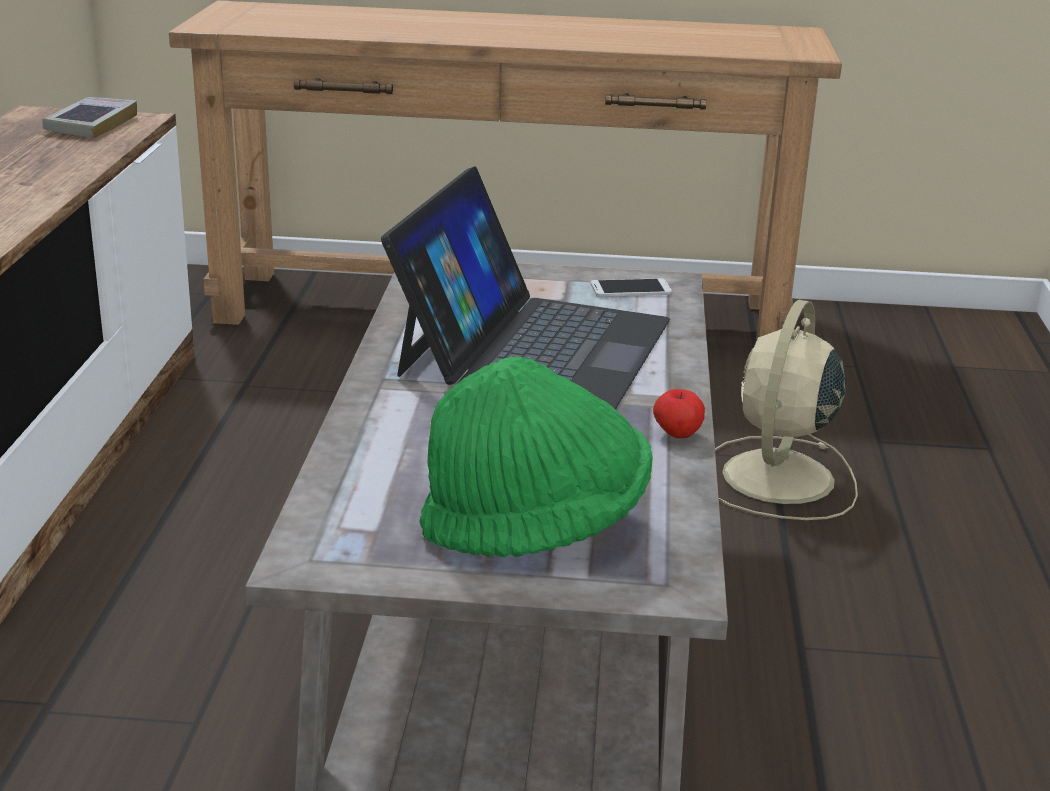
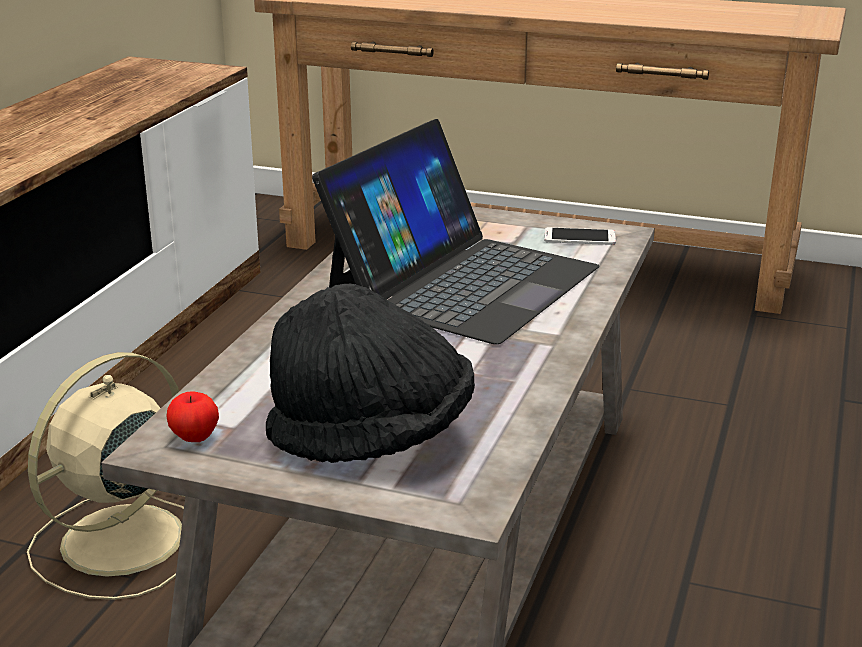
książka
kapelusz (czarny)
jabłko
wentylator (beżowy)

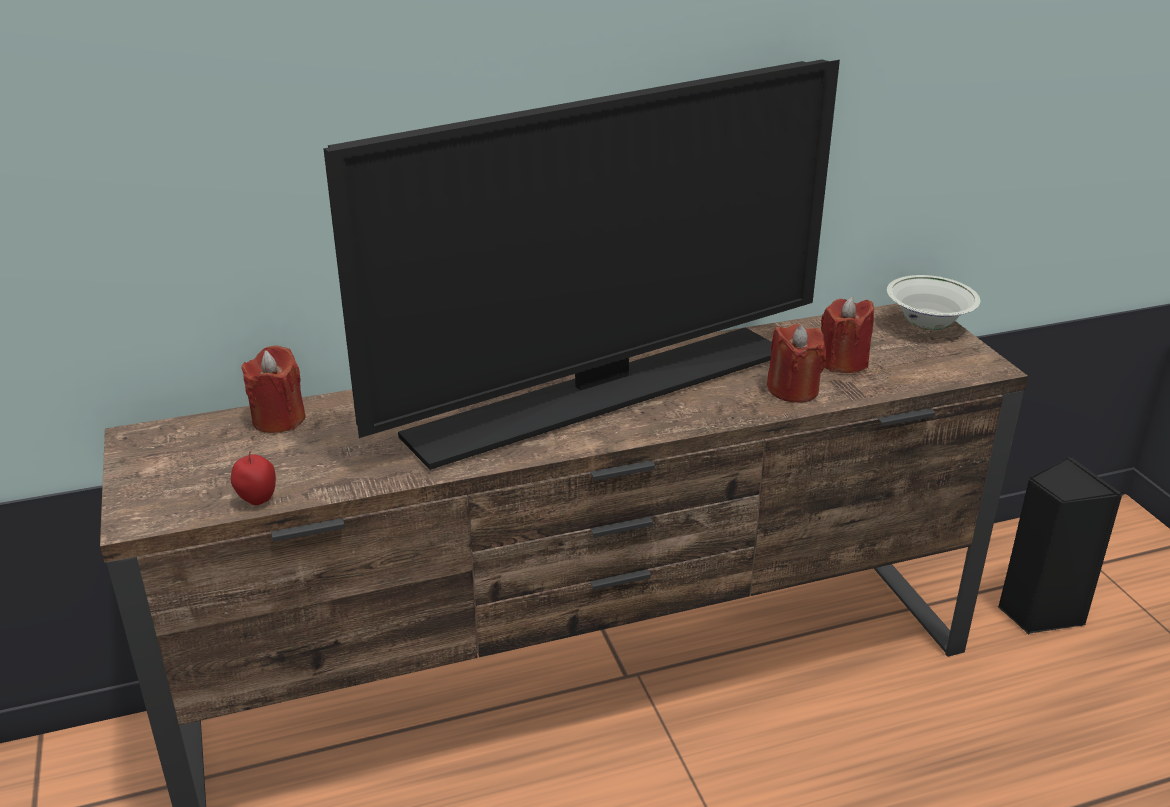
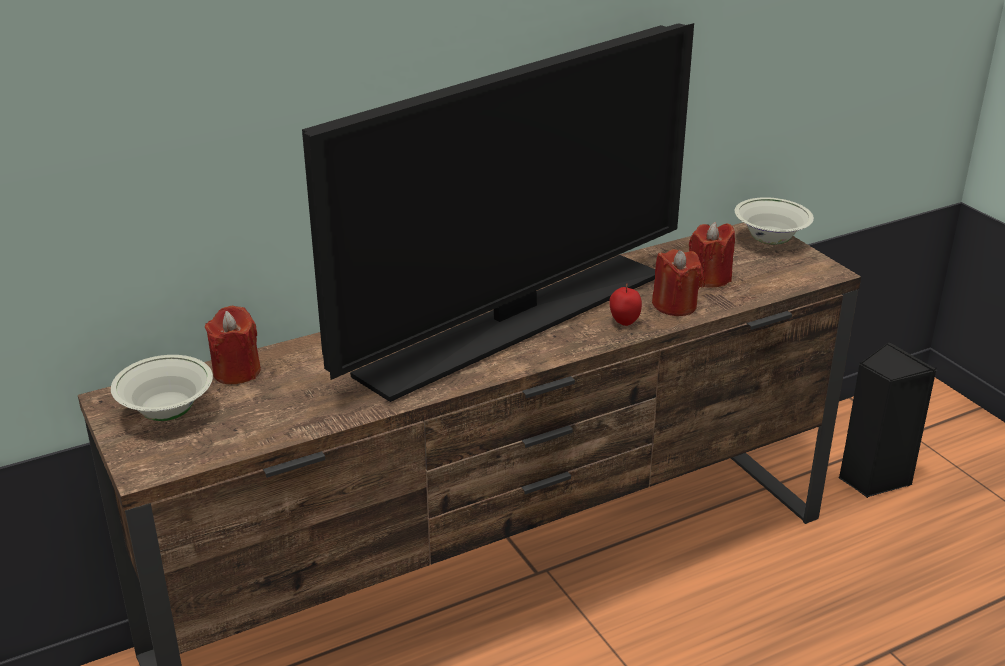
jabłko
miska (biały) (1st from left)

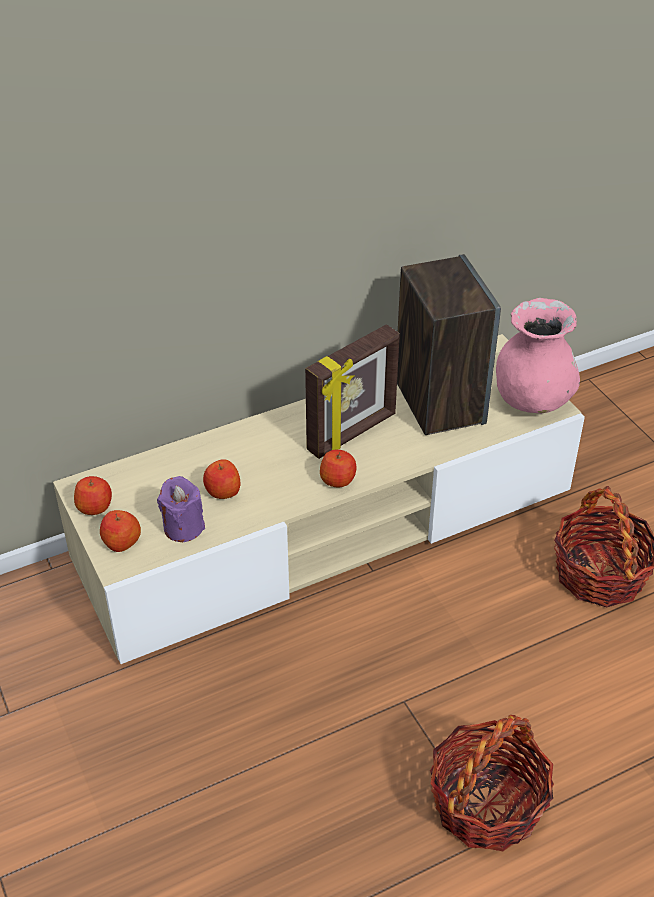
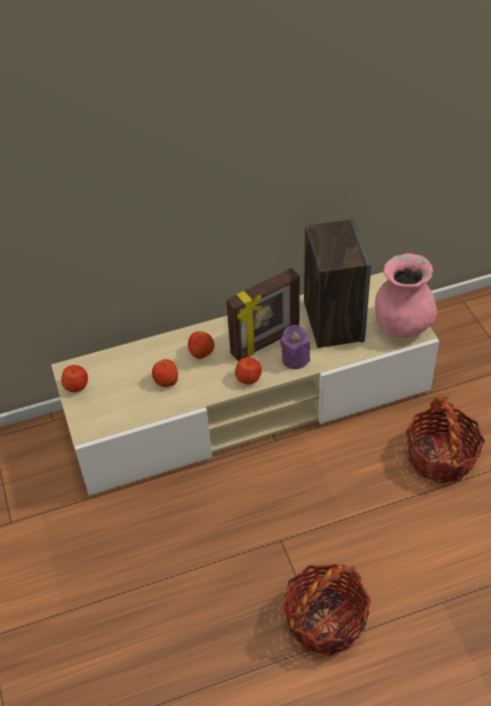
jabłko (3rd from left)
świeca (fioletowy)

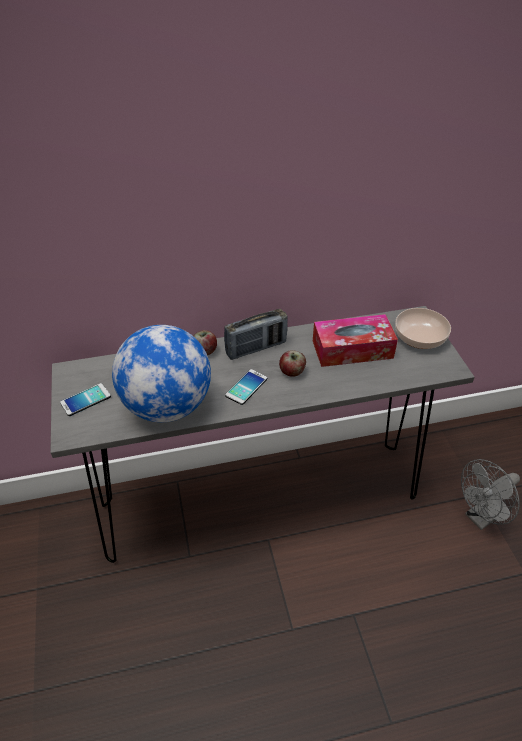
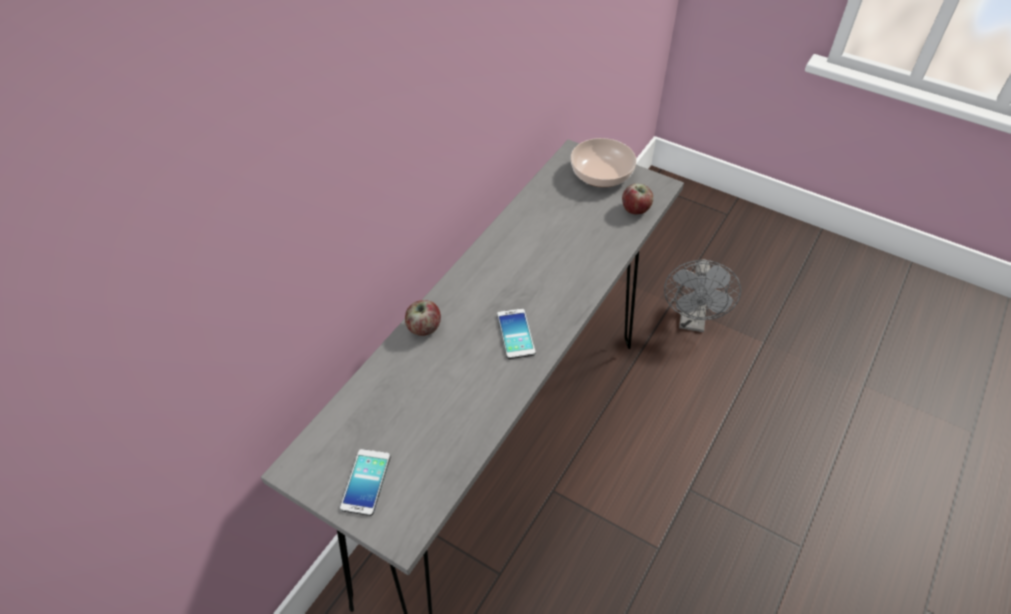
globus
radio
jabłko (2nd from left)
pudełko chusteczek

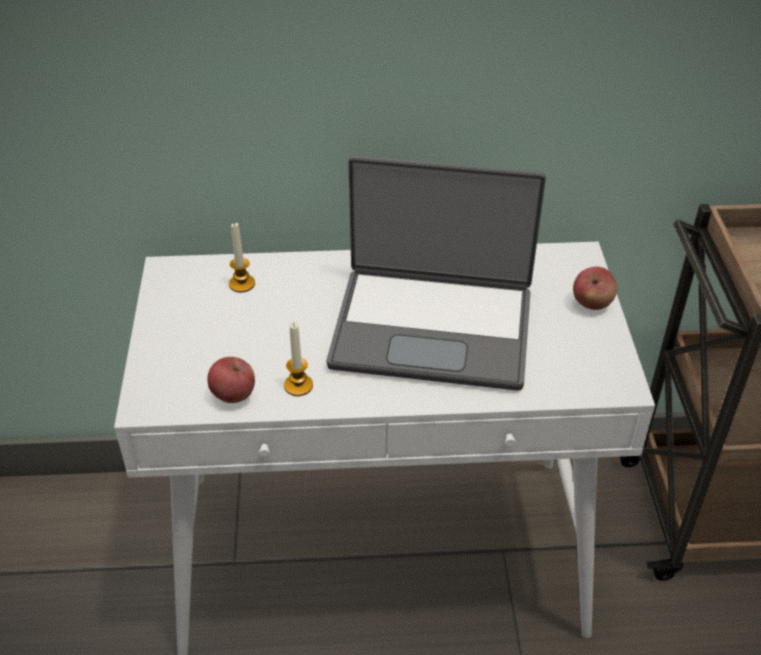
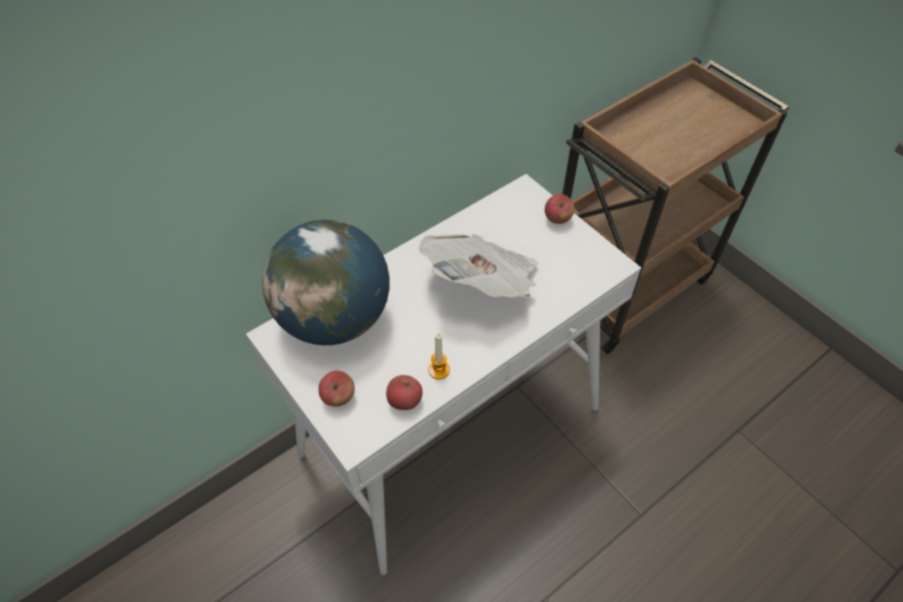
globus
gazeta
jabłko (1st from left)

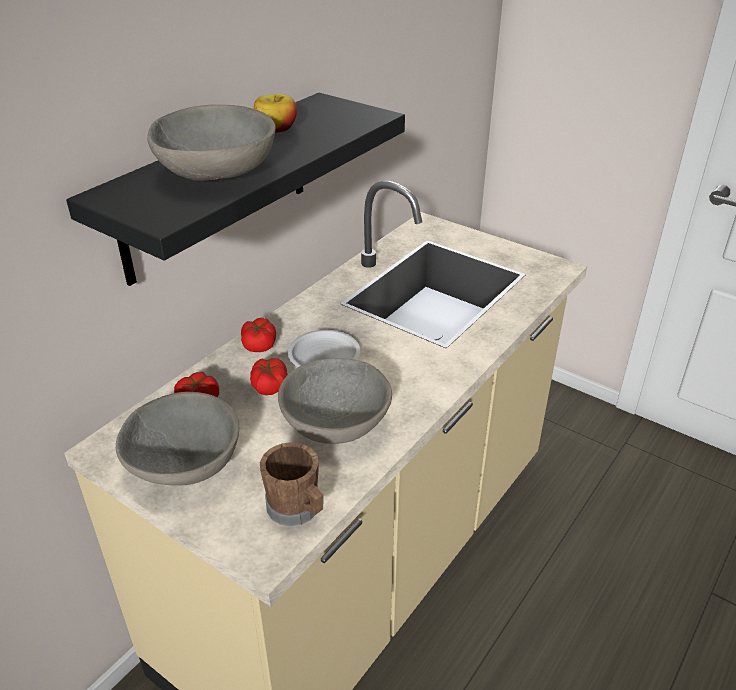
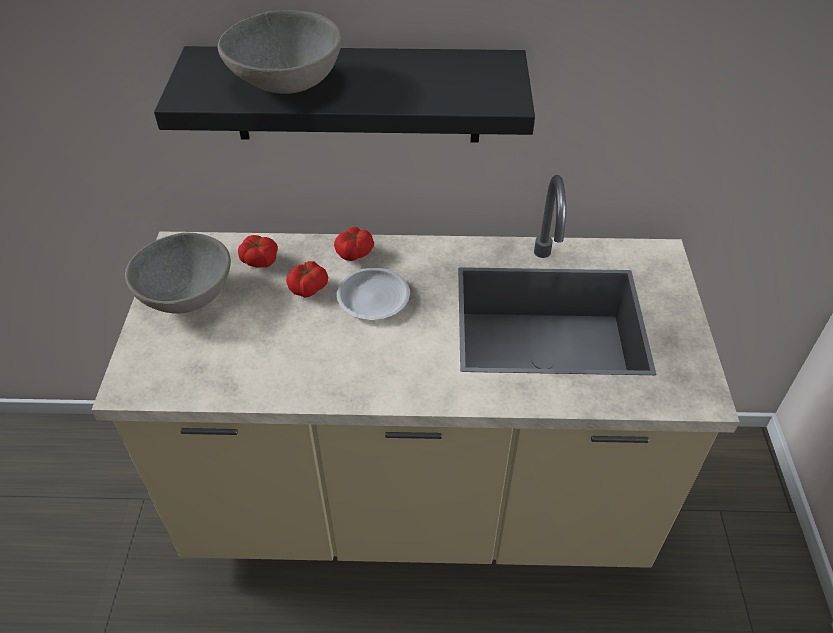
jabłko
kubek (brązowy)
miska (szary) (3rd from left in the first image)

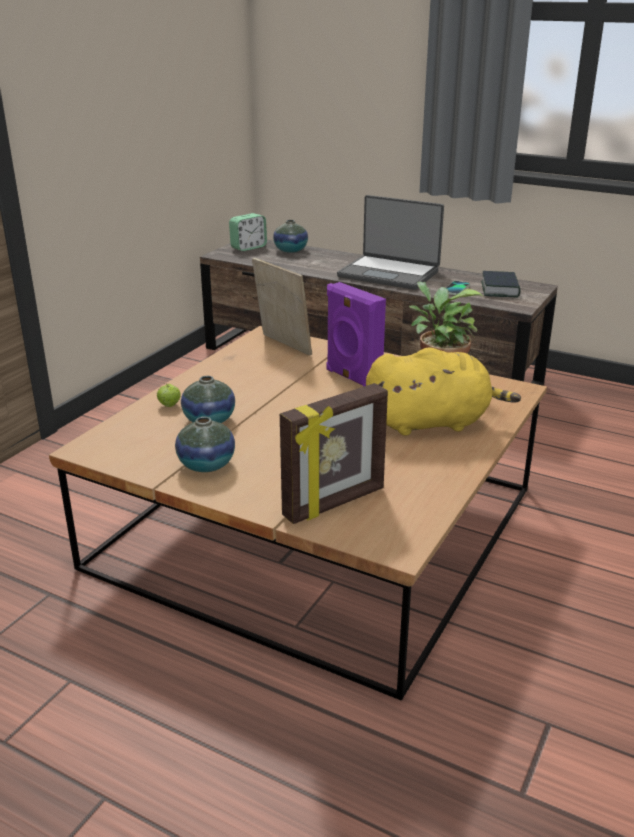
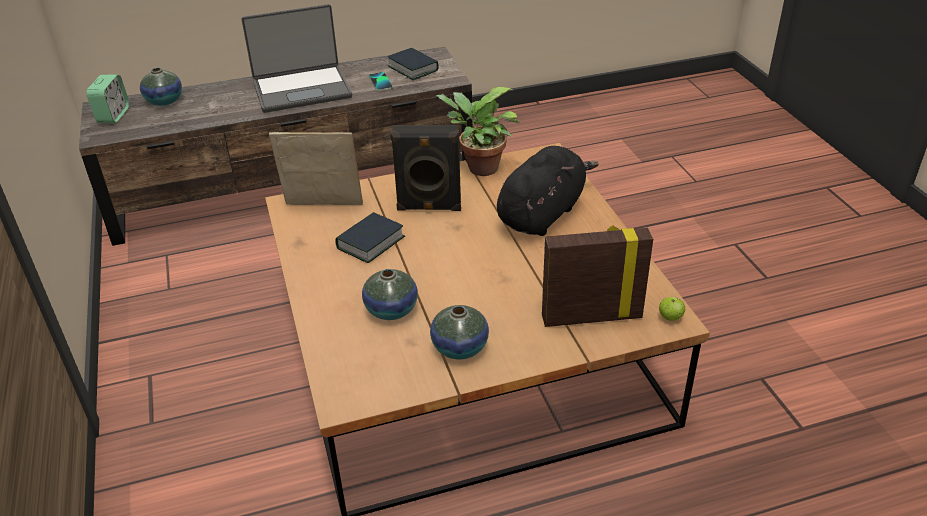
jabłko
ramka na zdjęcie (2nd from left)
głośnik (czarny)
pluszak (czarny)
książka (1st from left)

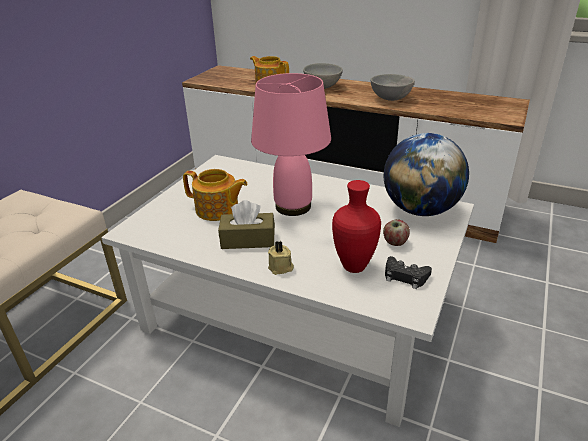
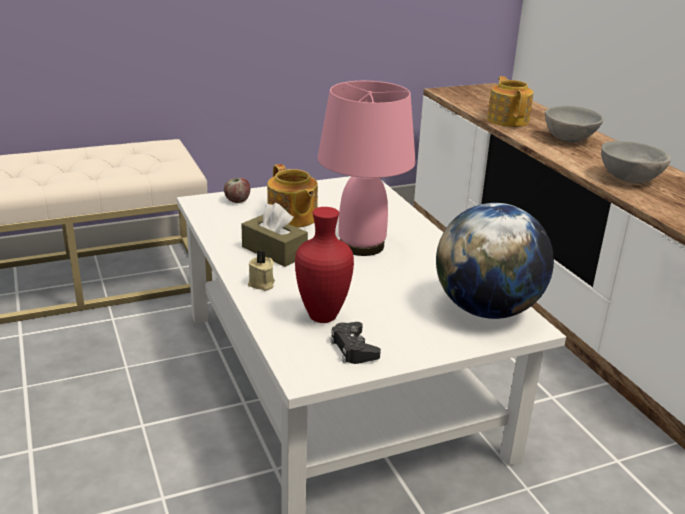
jabłko

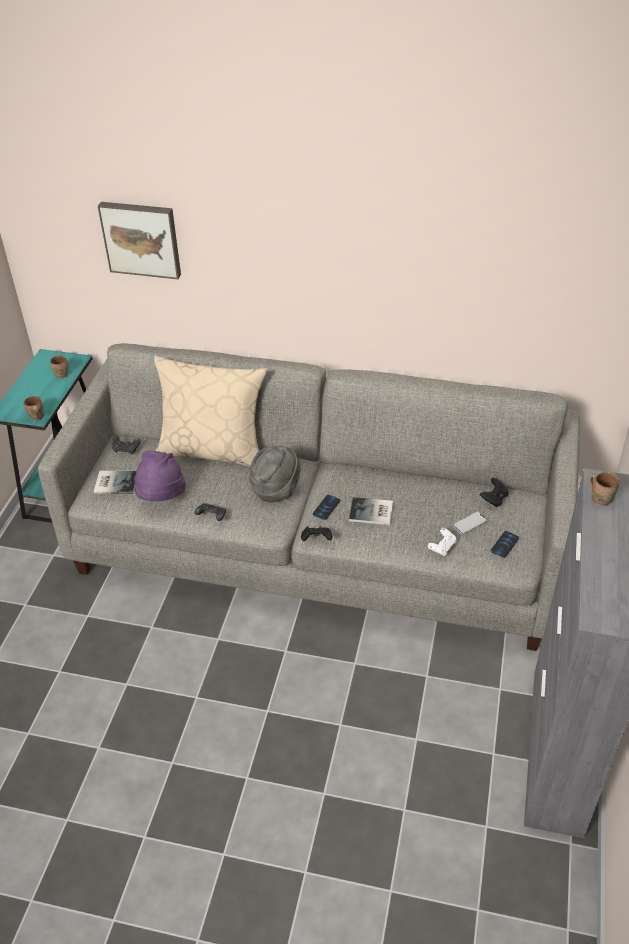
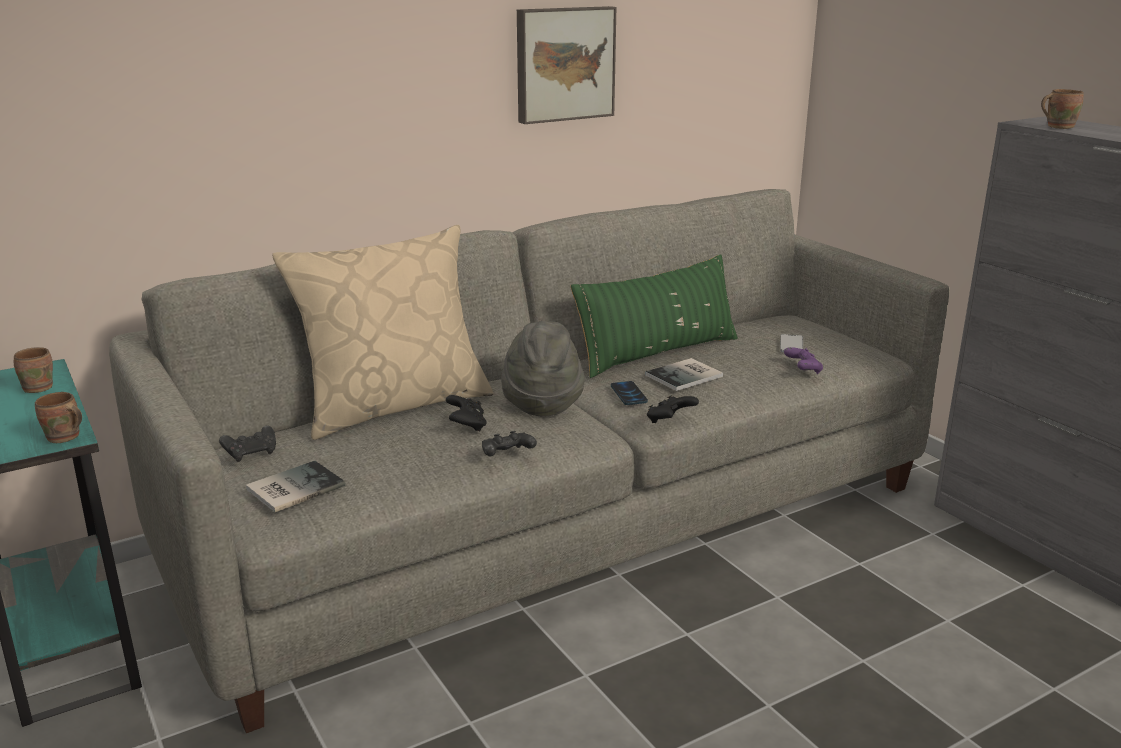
obraz
kapelusz (fioletowy)
pad do gier (fioletowy)
pad do gier (czarny) (2nd from left)
telefon (3rd from left in the first image)
poduszka (zielony)

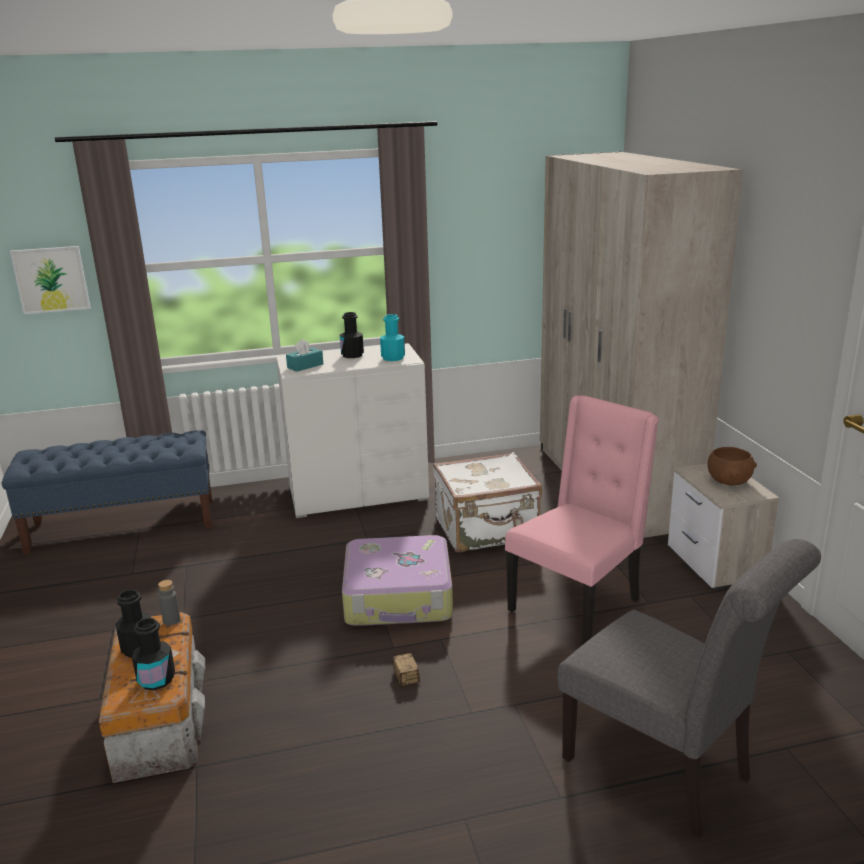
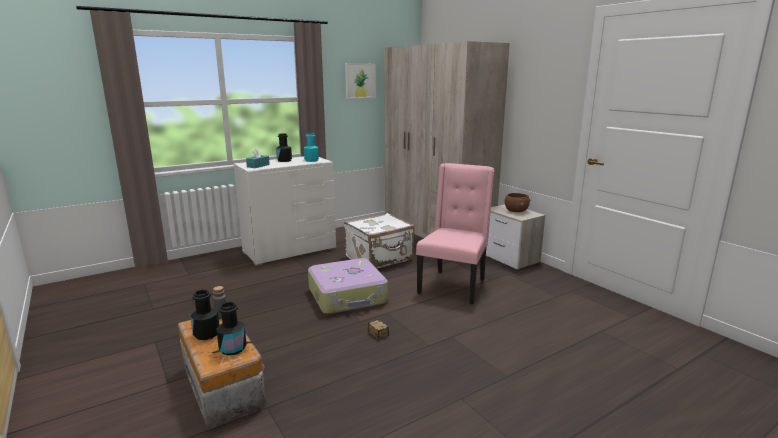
ławka (niebieski)
obraz
krzesło (szary)

